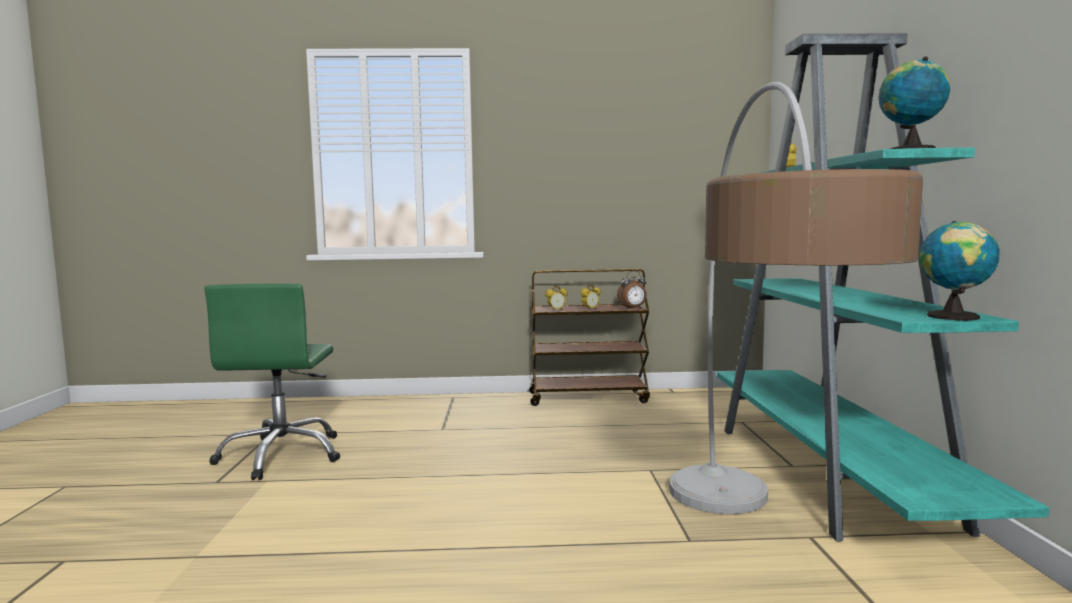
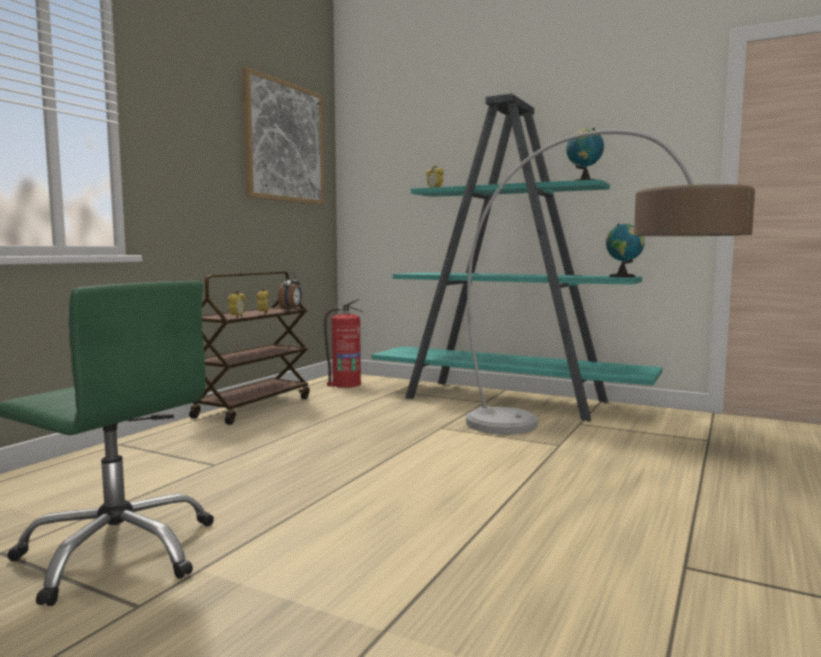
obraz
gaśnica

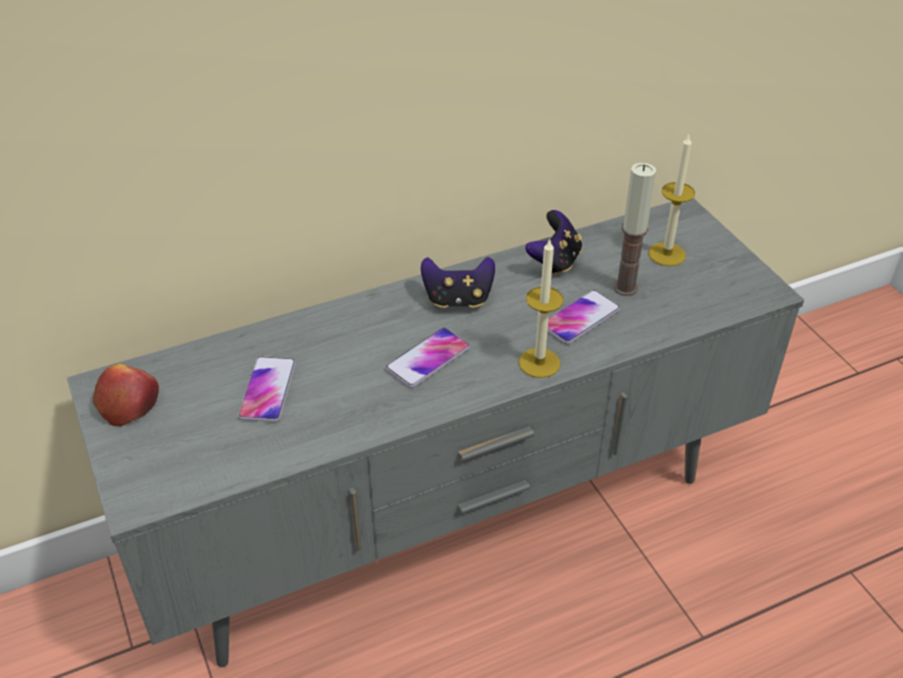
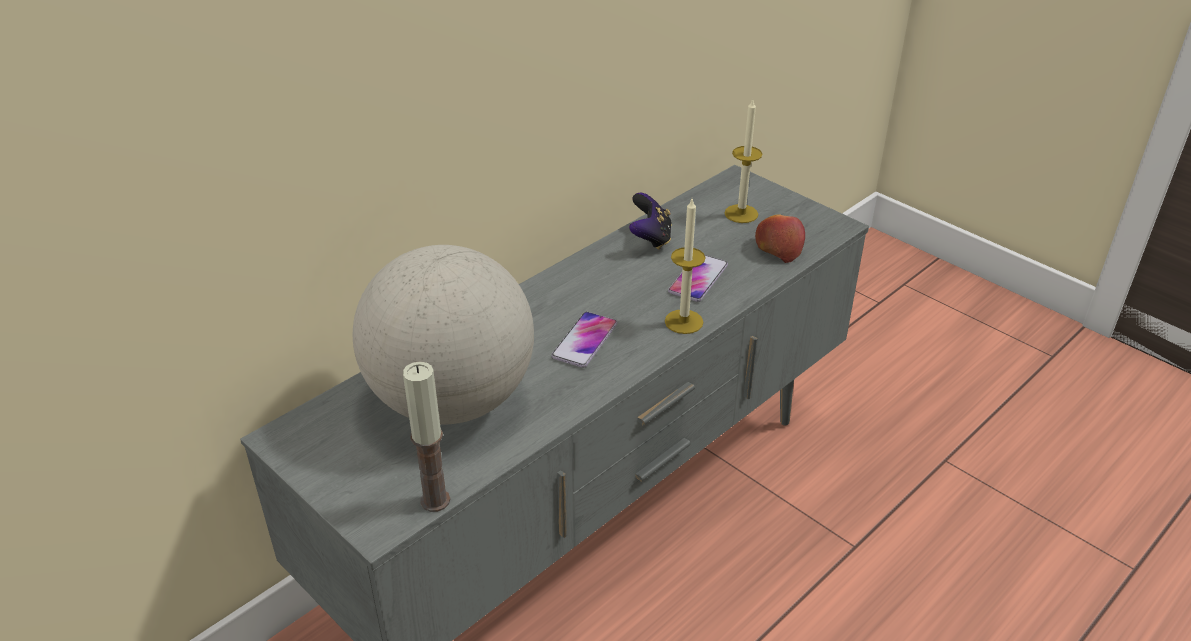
jabłko
globus
pad do gier (1st from left in the first image)
świeca (1st from left)

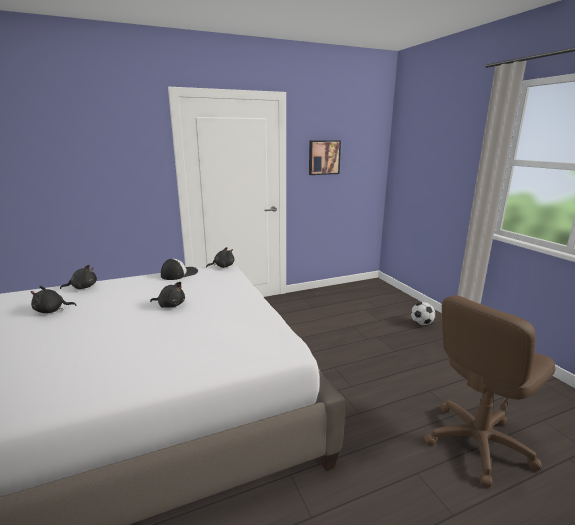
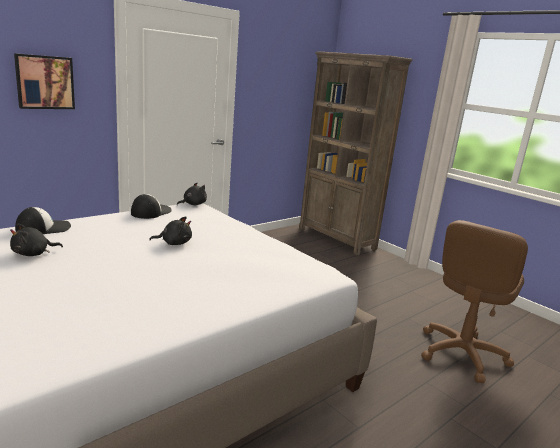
czapka z daszkiem (1st from left)
obraz
piłka futbolowa
regał (brązowy)

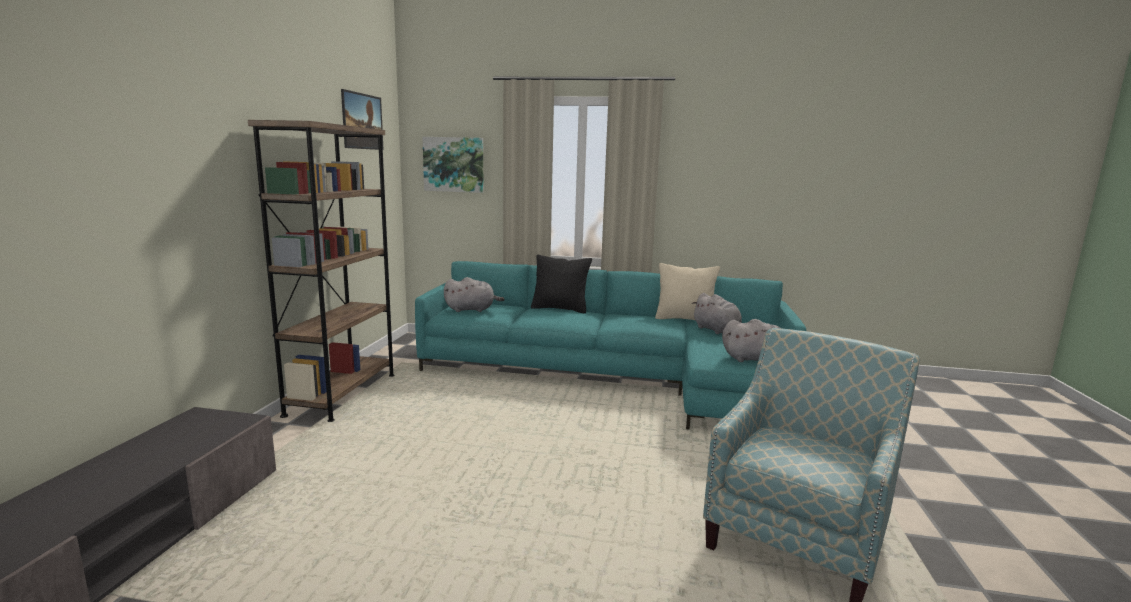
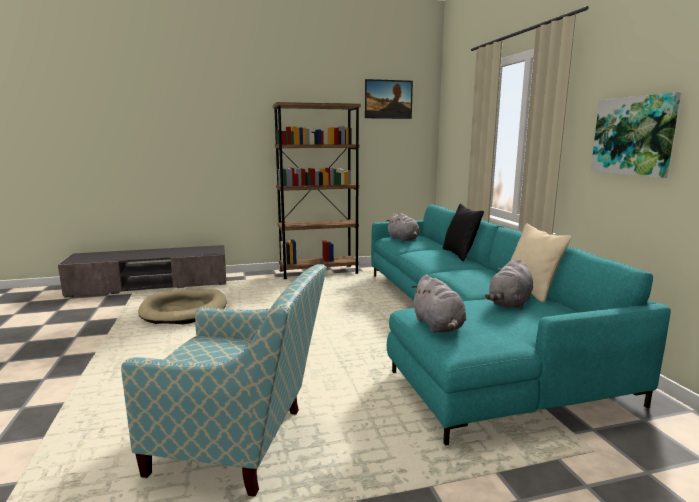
obraz (2nd from left)
legowisko (beżowy)

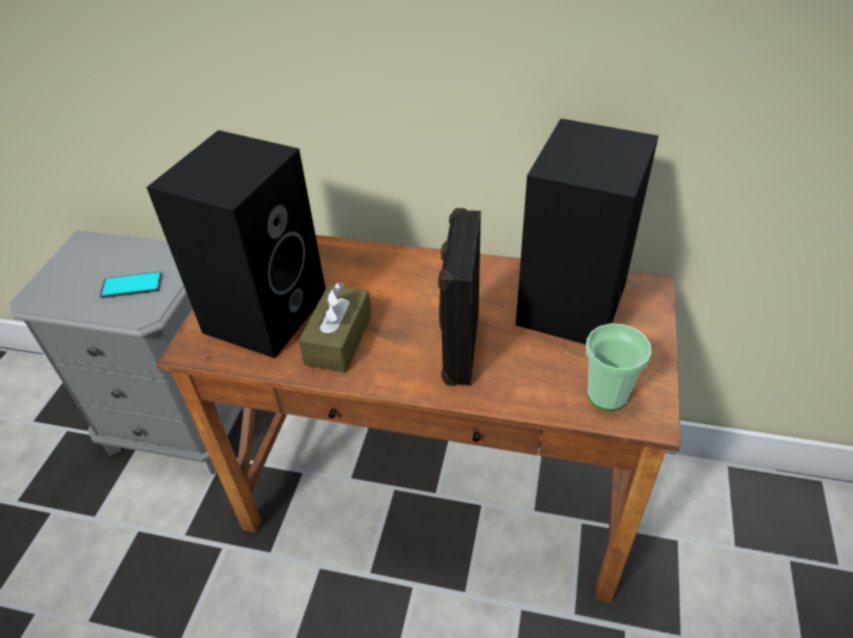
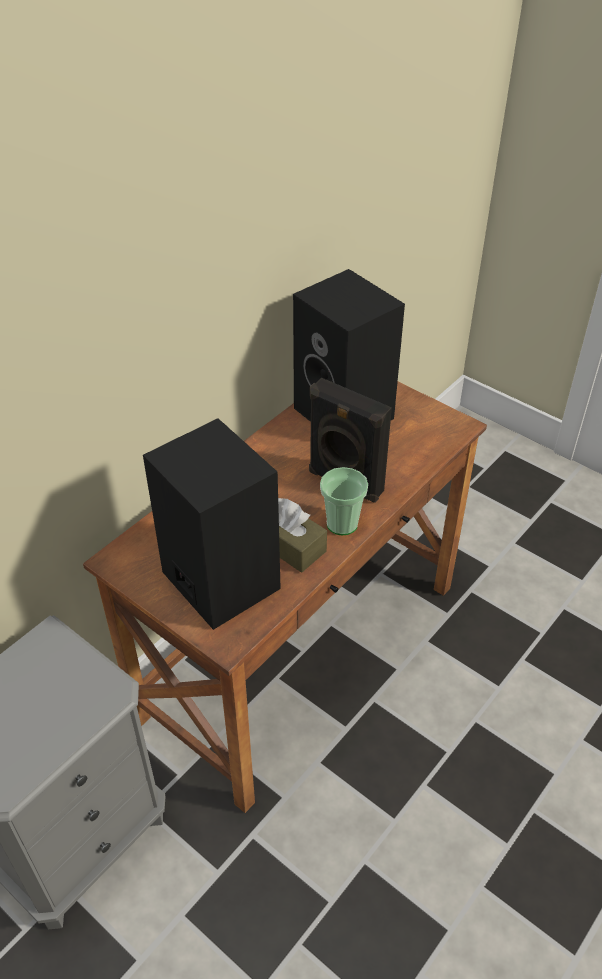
telefon
filiżanka

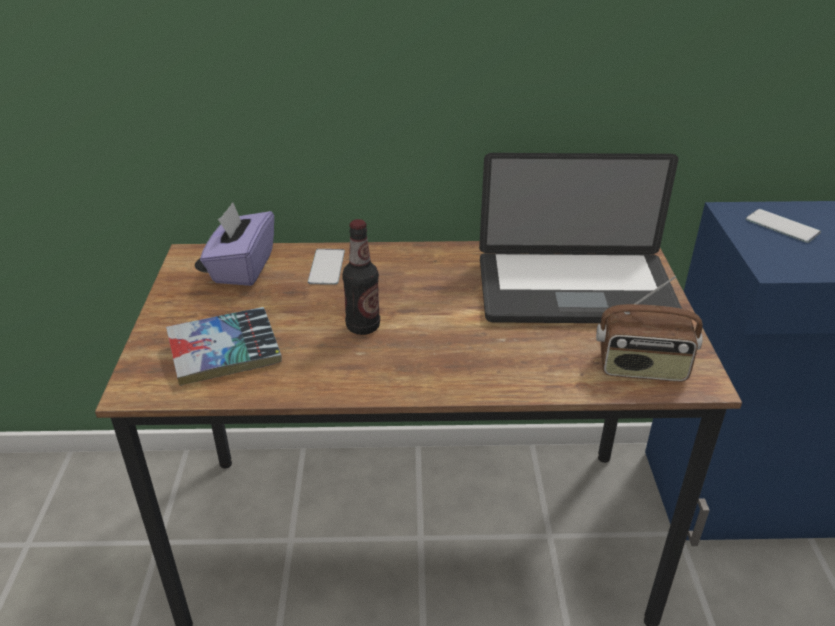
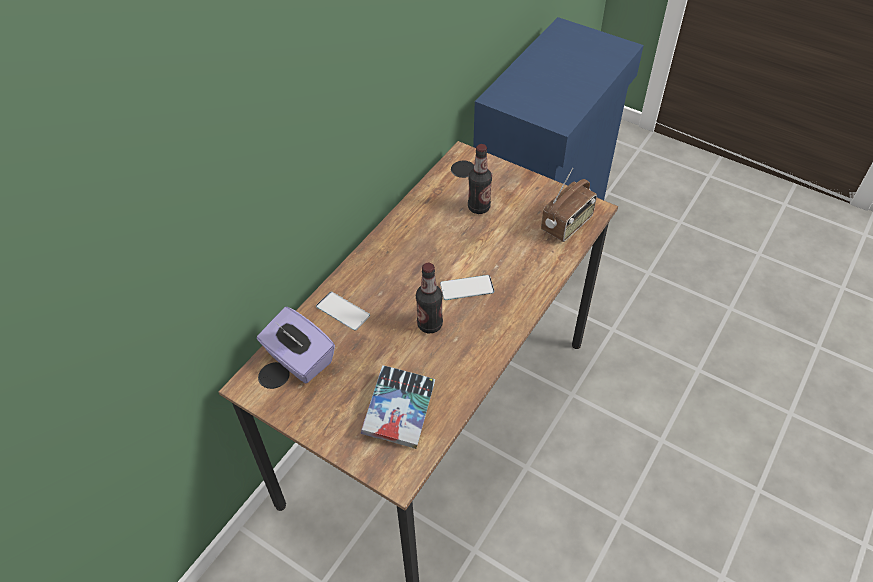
butelka (2nd from left)
telefon (2nd from left)

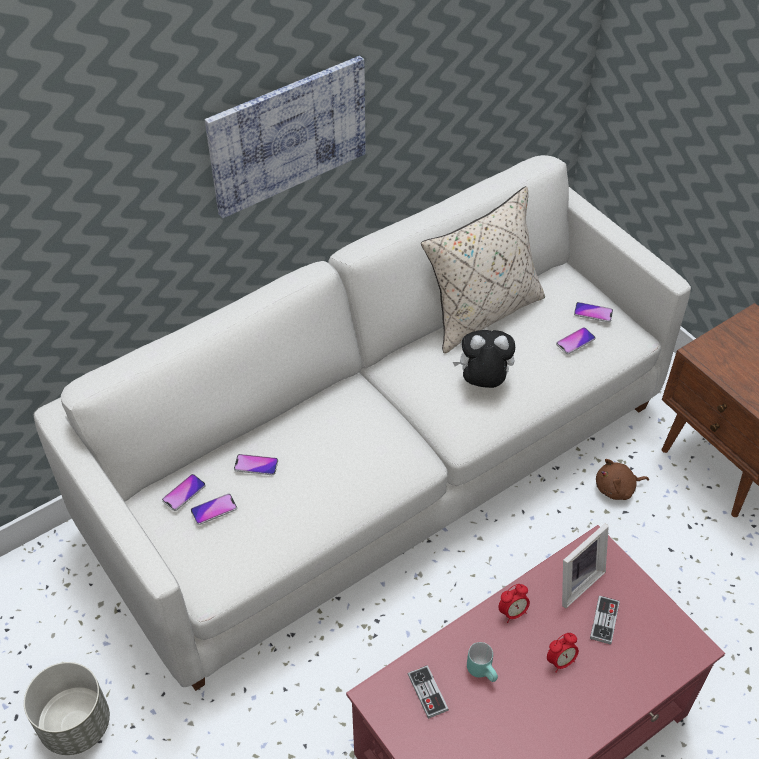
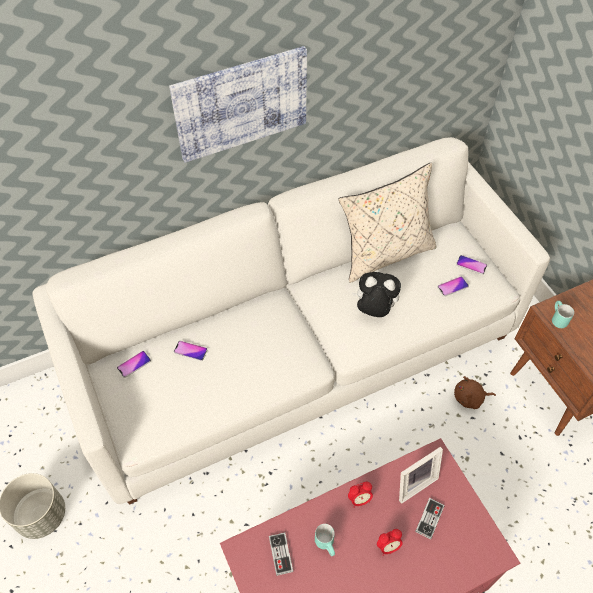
telefon (2nd from left in the first image)
kubek (turkusowy) (2nd from left)

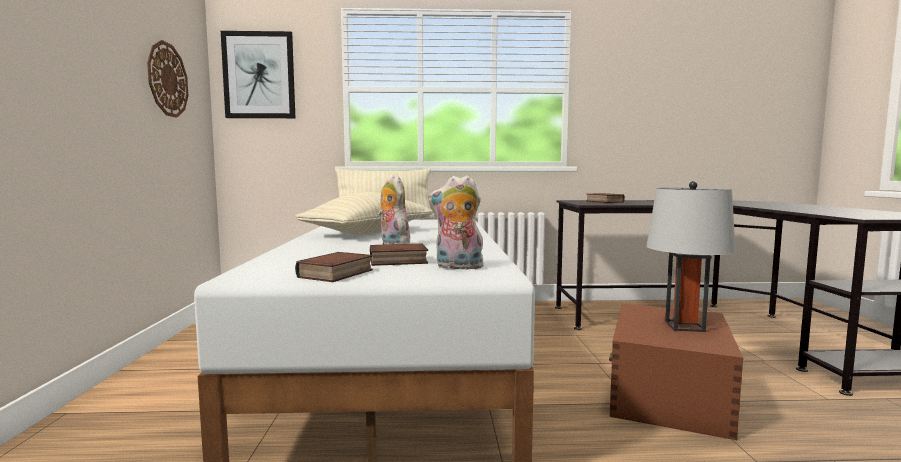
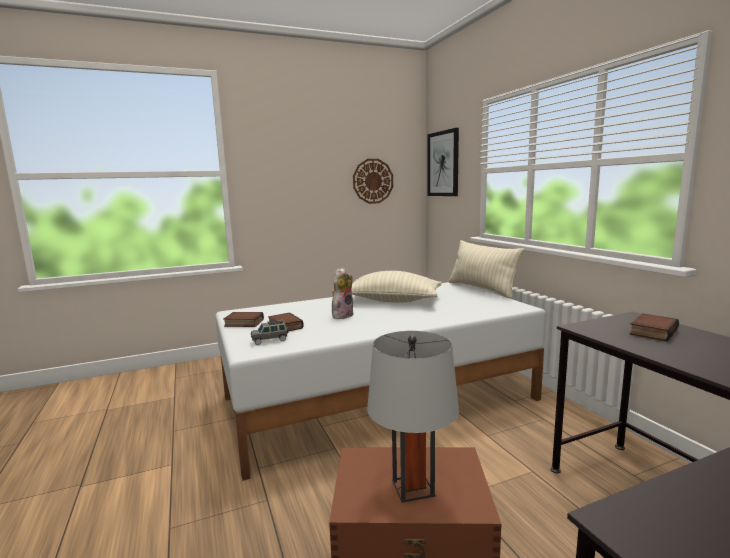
samochodzik (szary)

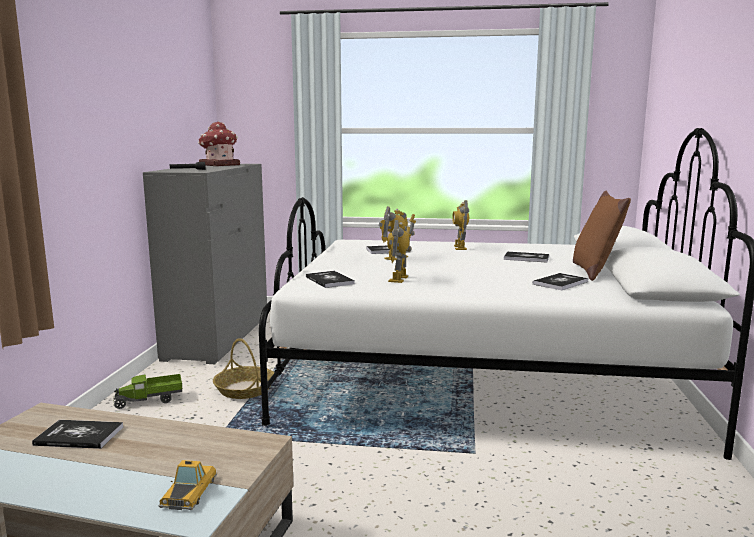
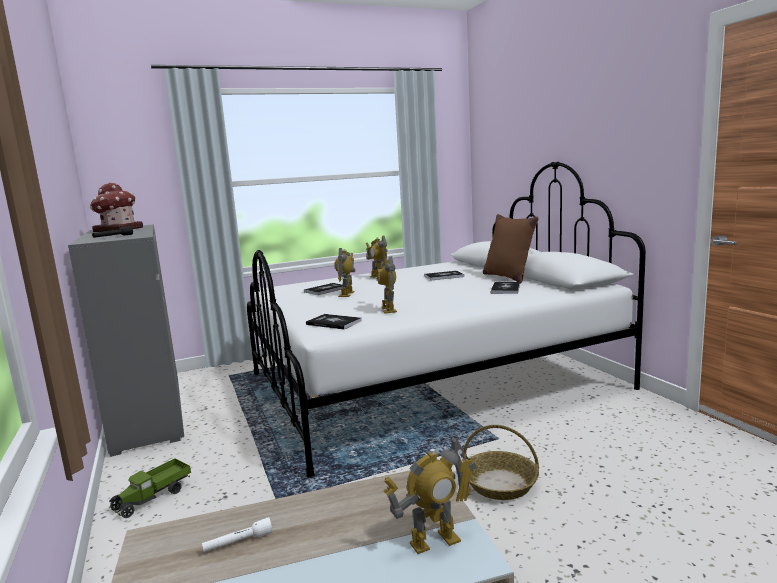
latarka (biały)
robot zabawkowy (4th from left)
koszyk

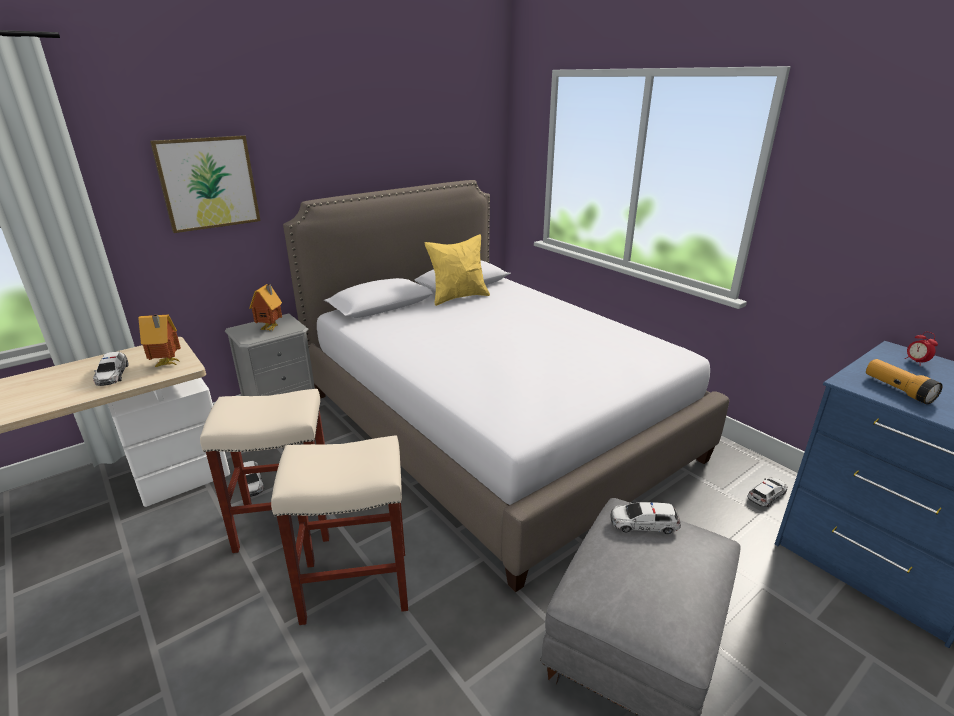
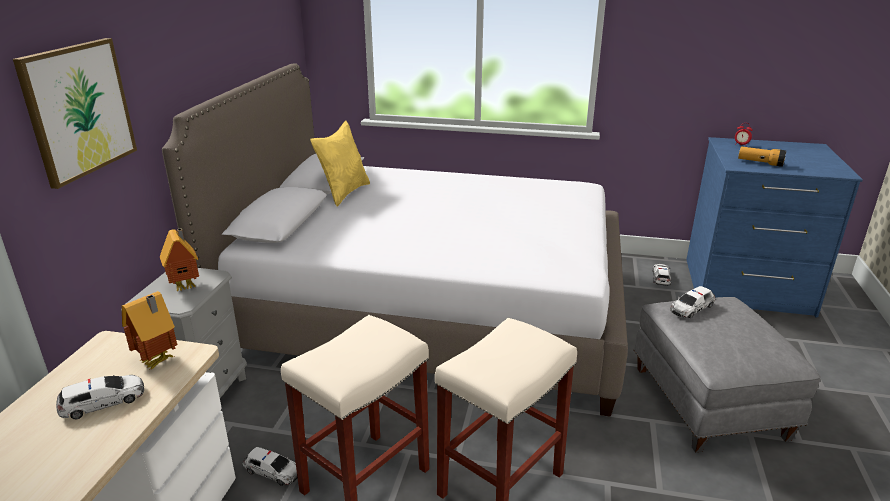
samochodzik (1st from left)

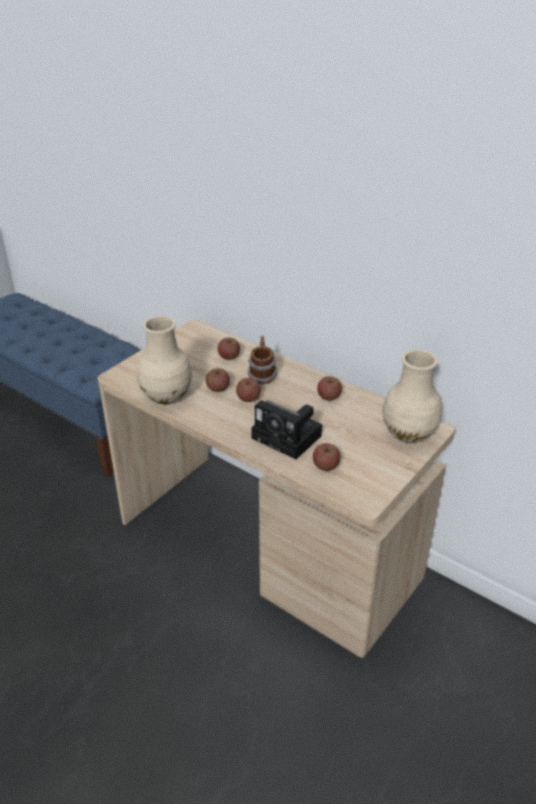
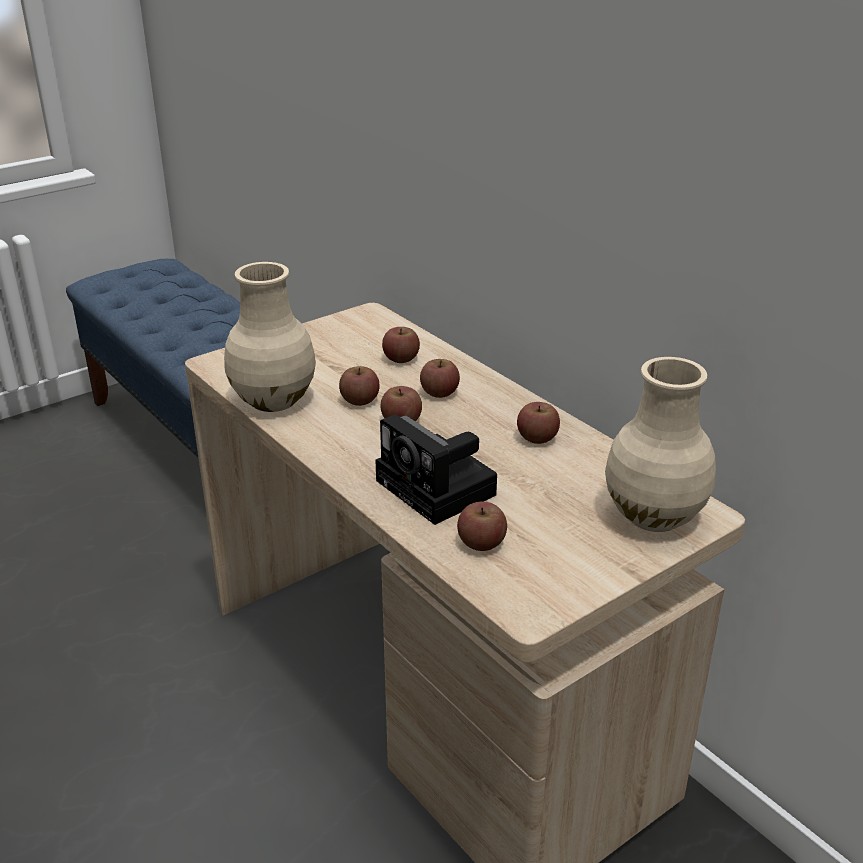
jabłko (4th from left)

